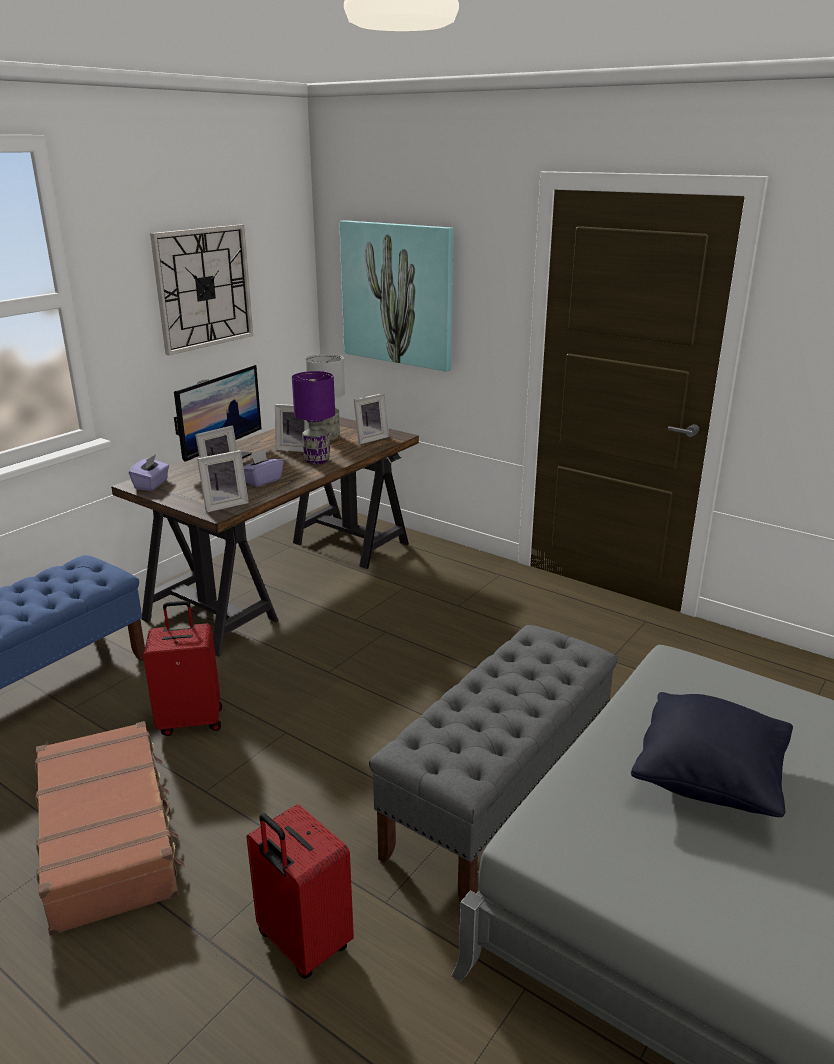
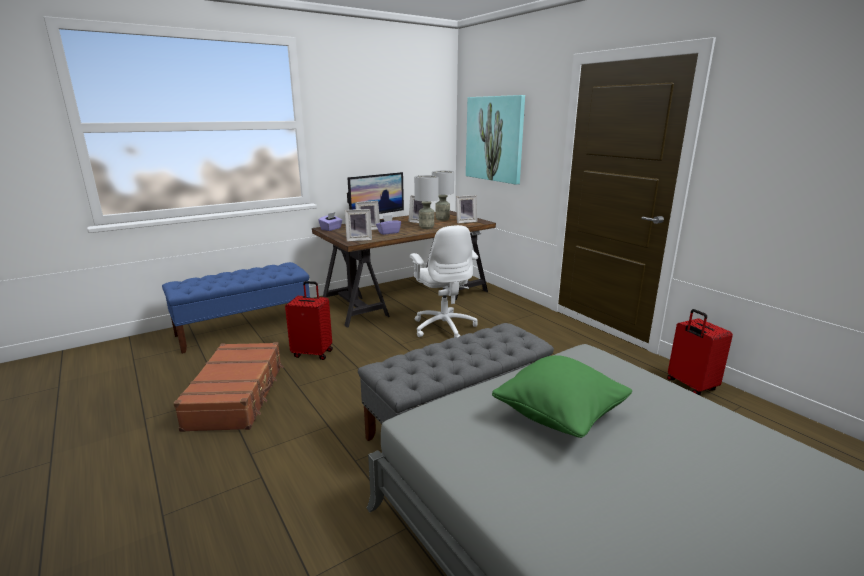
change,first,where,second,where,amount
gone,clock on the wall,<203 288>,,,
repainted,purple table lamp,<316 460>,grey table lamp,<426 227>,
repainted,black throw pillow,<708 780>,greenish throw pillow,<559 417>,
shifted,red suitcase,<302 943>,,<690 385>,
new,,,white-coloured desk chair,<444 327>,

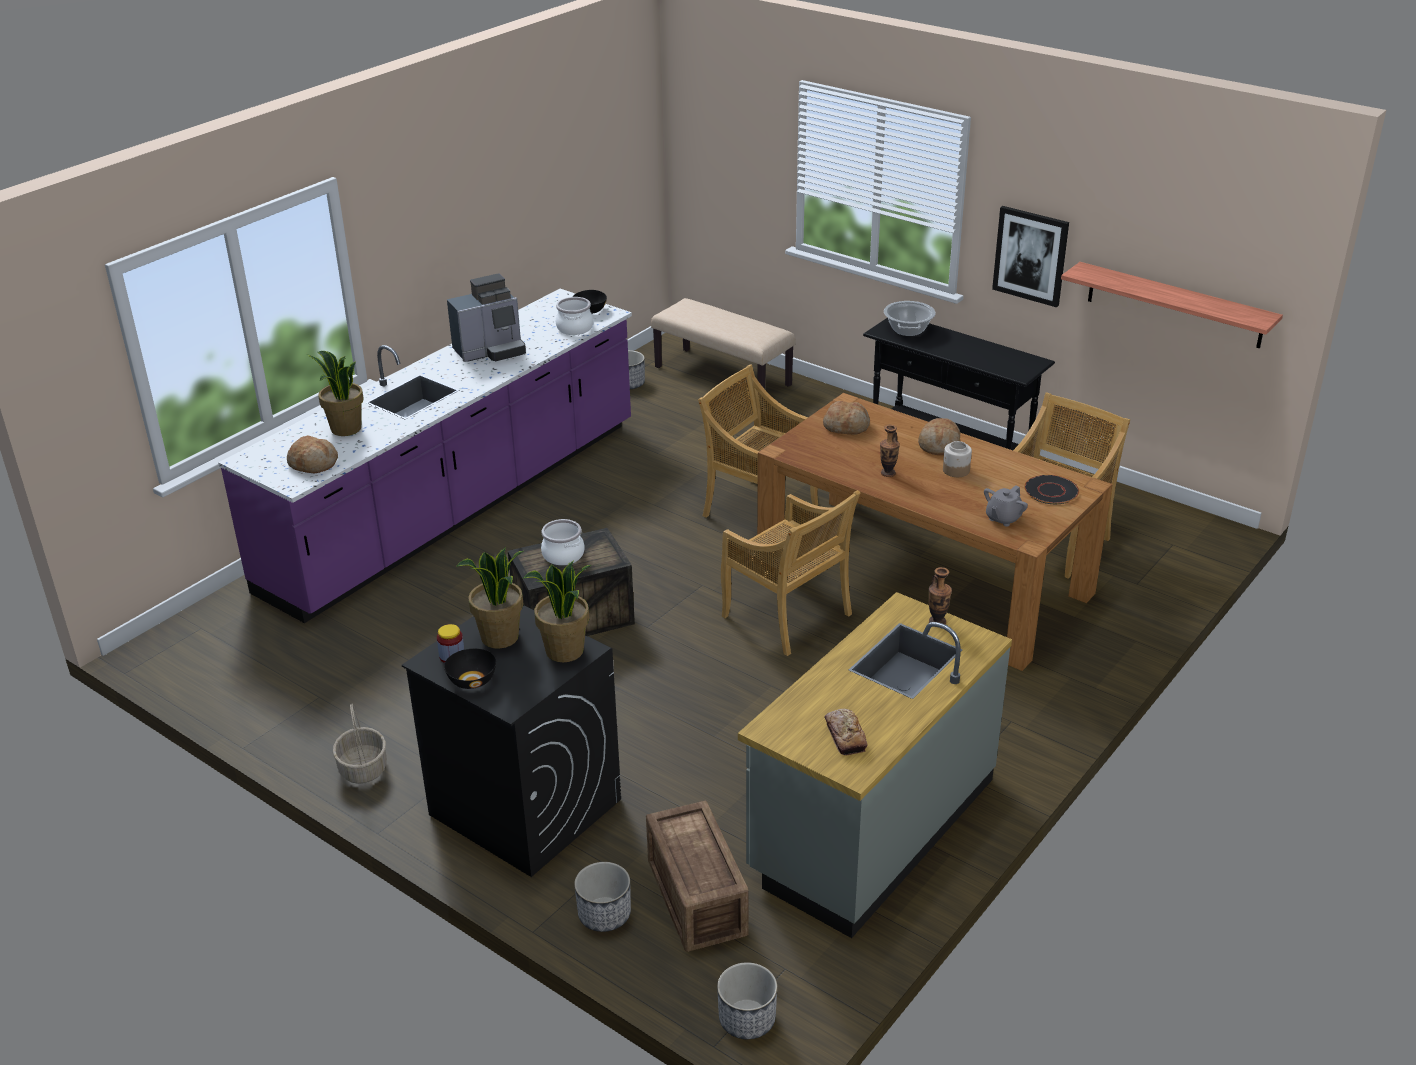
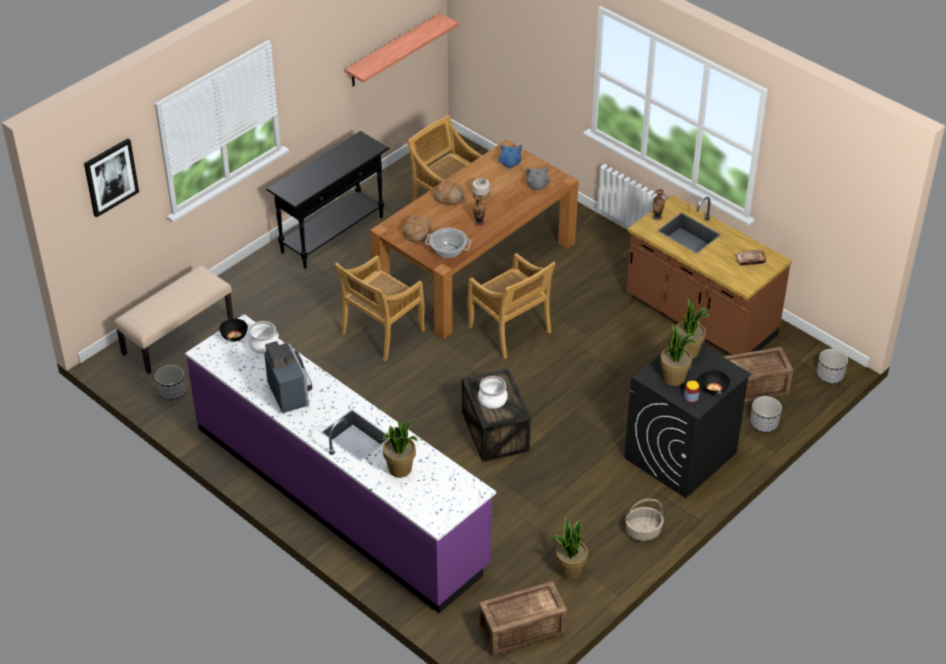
change,first,where,second,where,amount
shifted,picture,<1030 255>,,<110 177>,
shifted,stockpot,<908 330>,,<448 251>,
gone,bakery bread,<313 463>,,,
swapped,black flat dish,<1050 491>,blue-coloured pot for tea,<510 163>,
rotated,beige chair,<788 617>,,<510 331>,90 degrees clockwise
repainted,grey counter,<871 826>,brown counter,<700 318>,
new,,,potted plant,<570 570>,
new,,,packing crate,<520 629>,

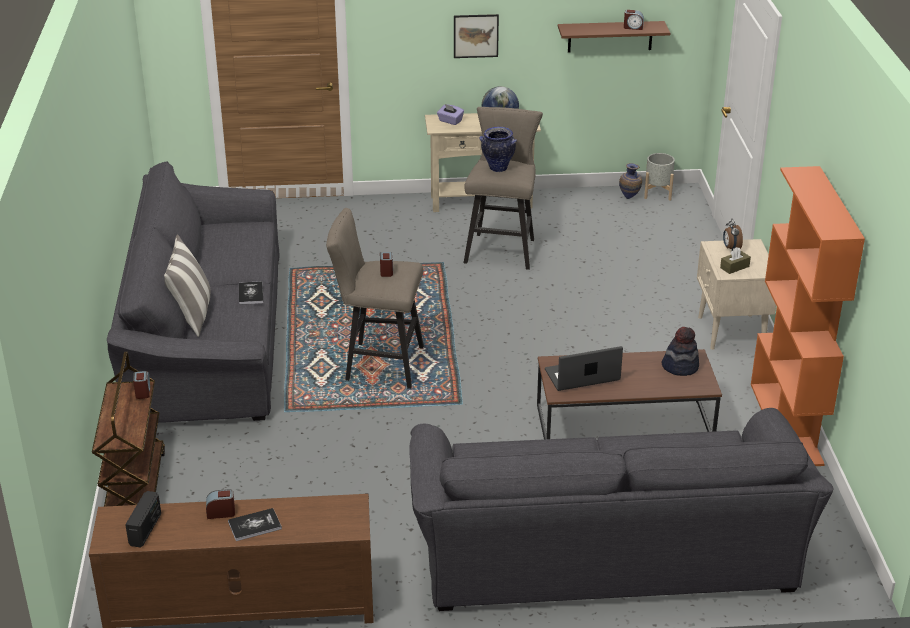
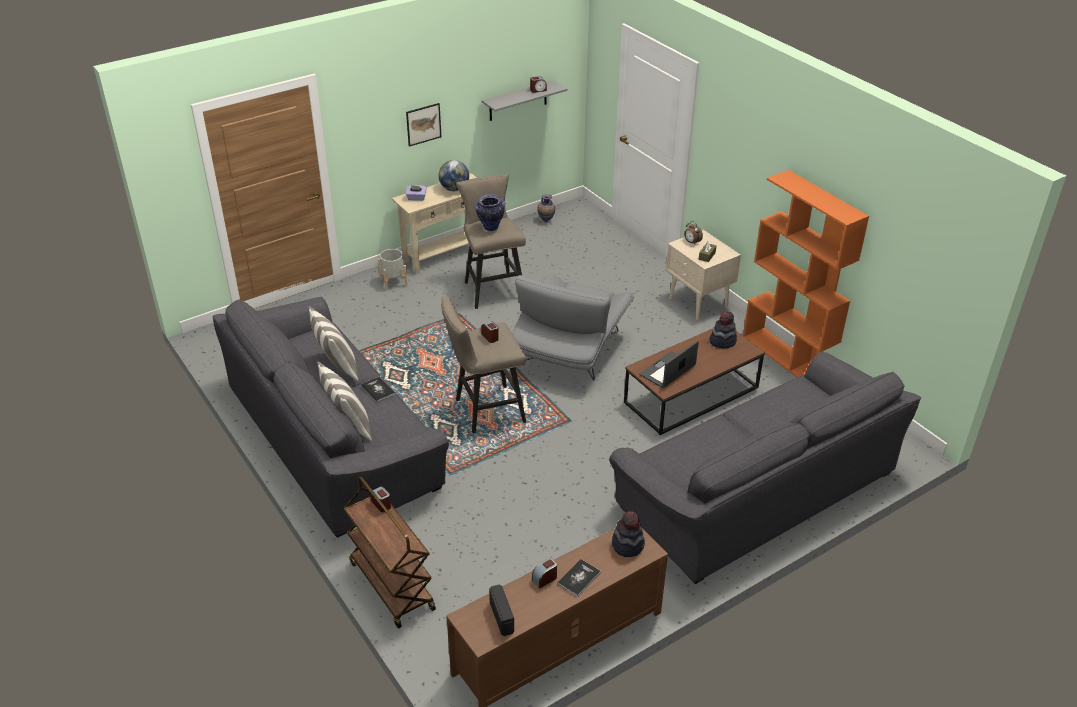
change,first,where,second,where,amount
repainted,brown wall shelf,<610 36>,grey wall shelf,<518 101>,
shifted,grey planter,<657 193>,,<393 282>,
new,,,grey easy chair,<570 352>,
new,,,throw pillow,<336 367>,
new,,,hat,<628 545>,

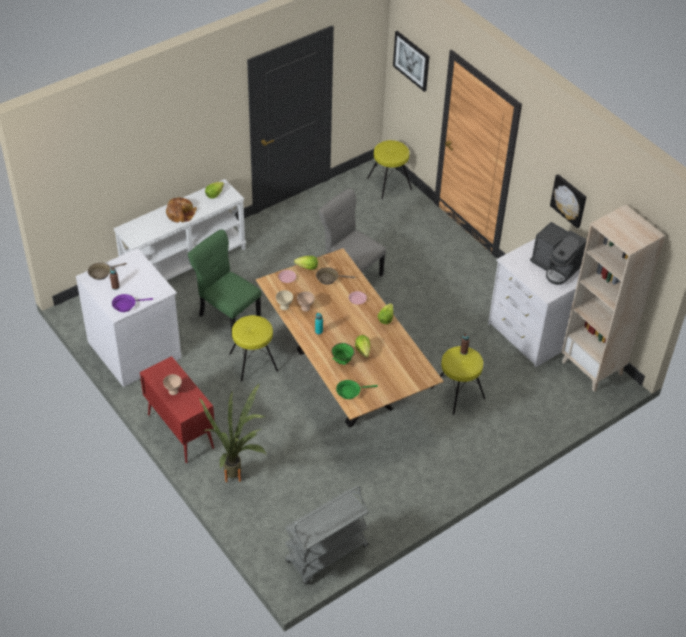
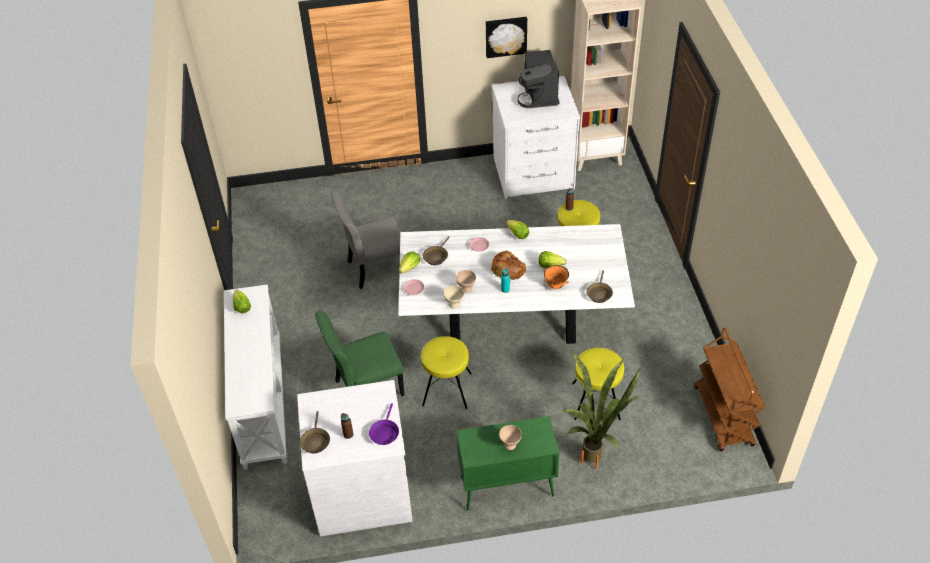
change,first,where,second,where,amount
gone,picture,<411 60>,,,
shifted,yellowish stool,<389 184>,,<595 401>,
shifted,bakery bread,<180 213>,,<508 269>,
rotated,coffee machine,<555 267>,,<539 95>,105 degrees clockwise
repainted,brown dining table,<344 379>,white-coloured dining table,<512 324>,
repainted,greenish deep dish,<342 361>,orange-coloured deep dish,<556 285>,
repainted,red storage cabinet,<180 431>,greenish storage cabinet,<506 487>,
repainted,greenish pan,<350 391>,brown pan,<599 293>,
repainted,grey wheeled cart,<326 555>,brown wheeled cart,<723 416>,

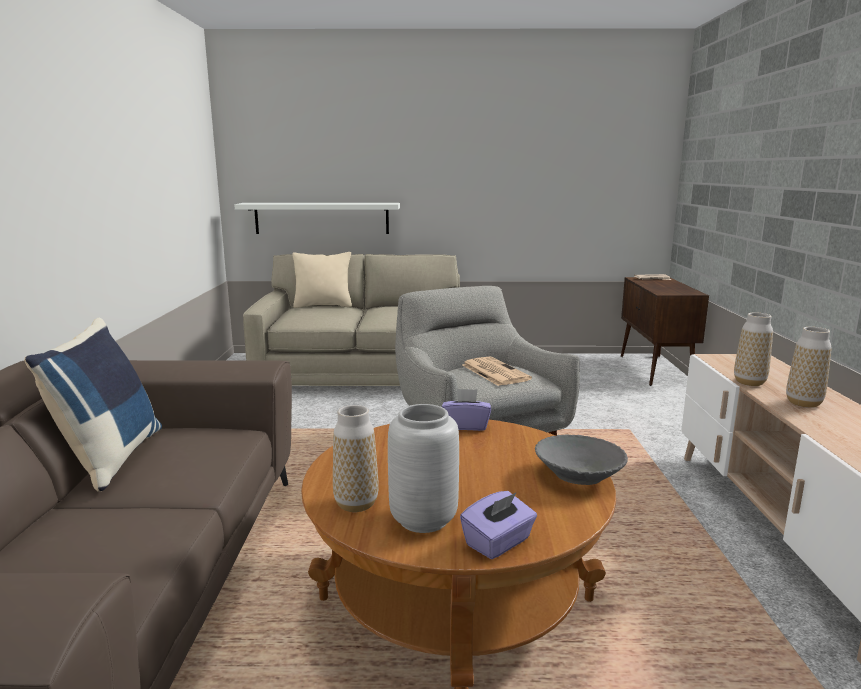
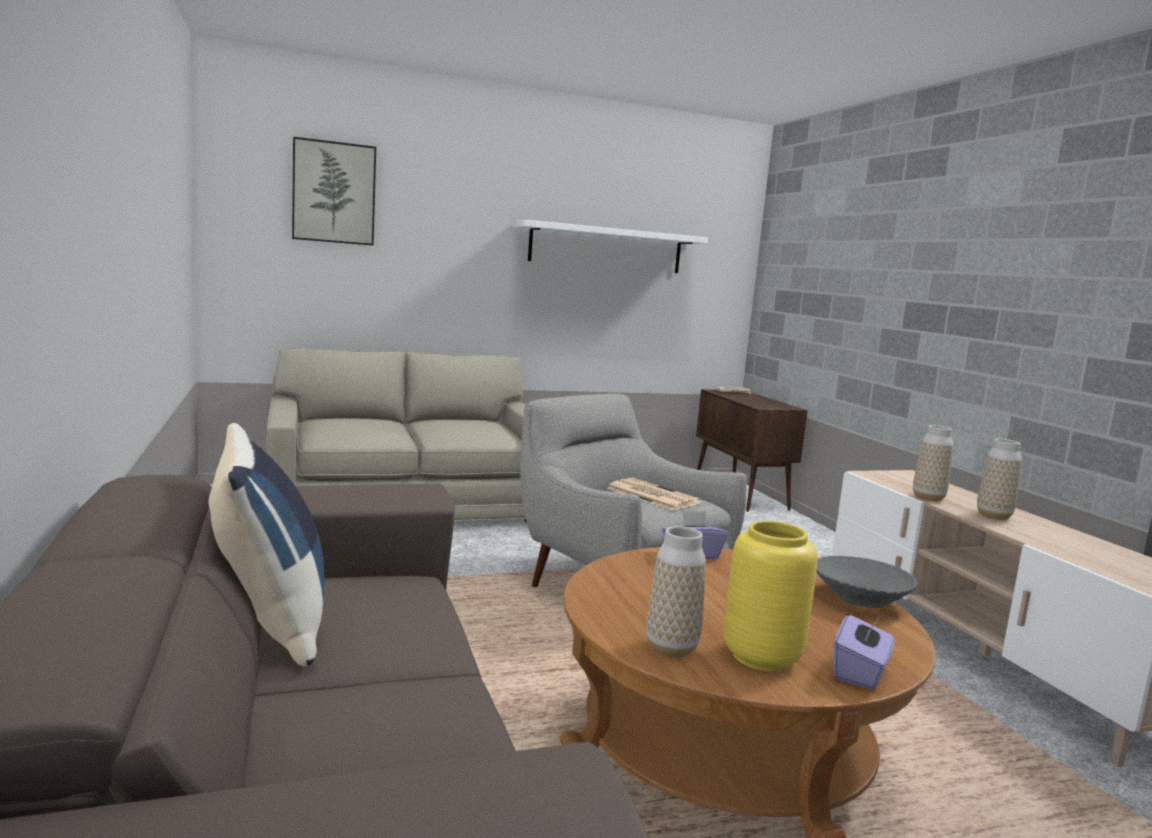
change,first,where,second,where,amount
shifted,white-coloured wall shelf,<321 218>,,<606 248>,
gone,beige throw pillow,<323 305>,,,
repainted,grey decorative vase,<422 520>,yellowish decorative vase,<761 658>,
new,,,picture,<334 192>,

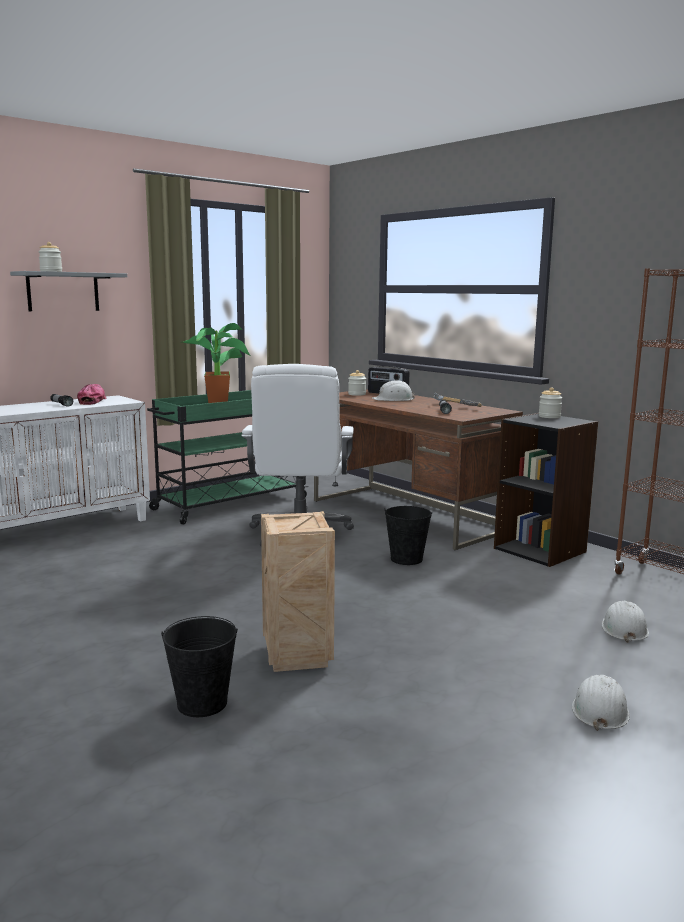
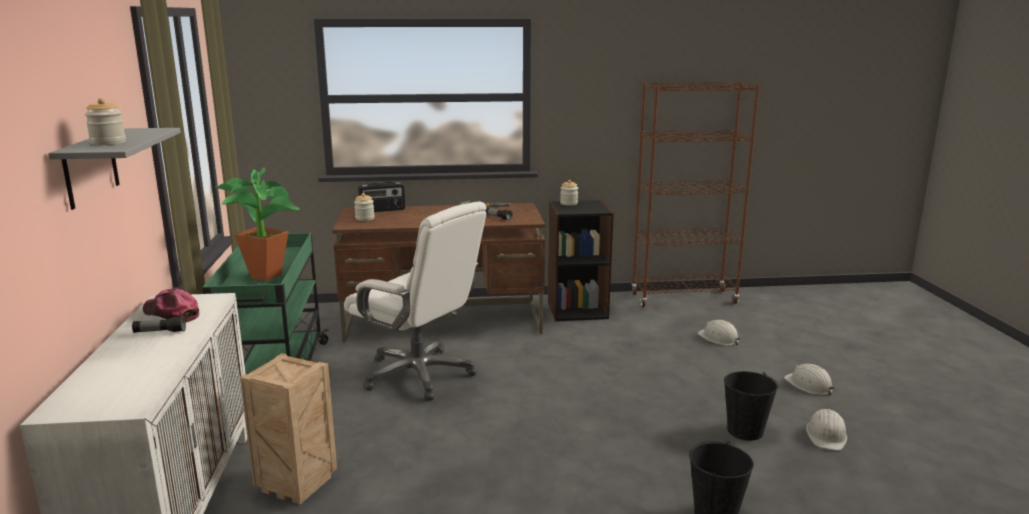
change,first,where,second,where,amount
shifted,white-coloured safety helmet,<393 399>,,<826 436>,
shifted,black bucket,<406 559>,,<744 430>,
shifted,packing crate,<298 657>,,<298 484>,

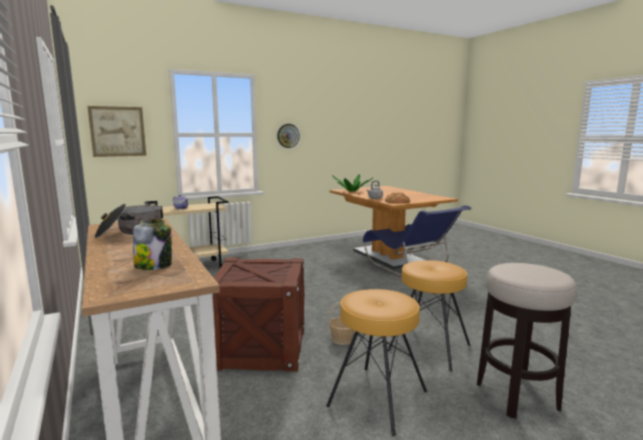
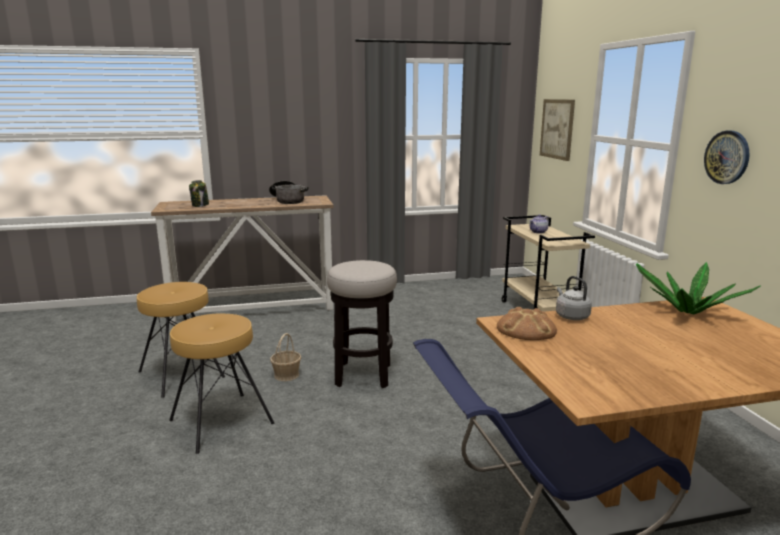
change,first,where,second,where,amount
gone,packing crate,<260 348>,,,
shifted,stool,<516 396>,,<363 375>,

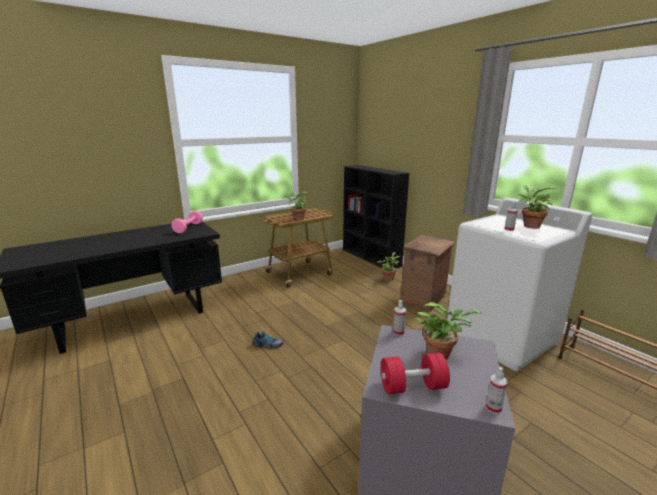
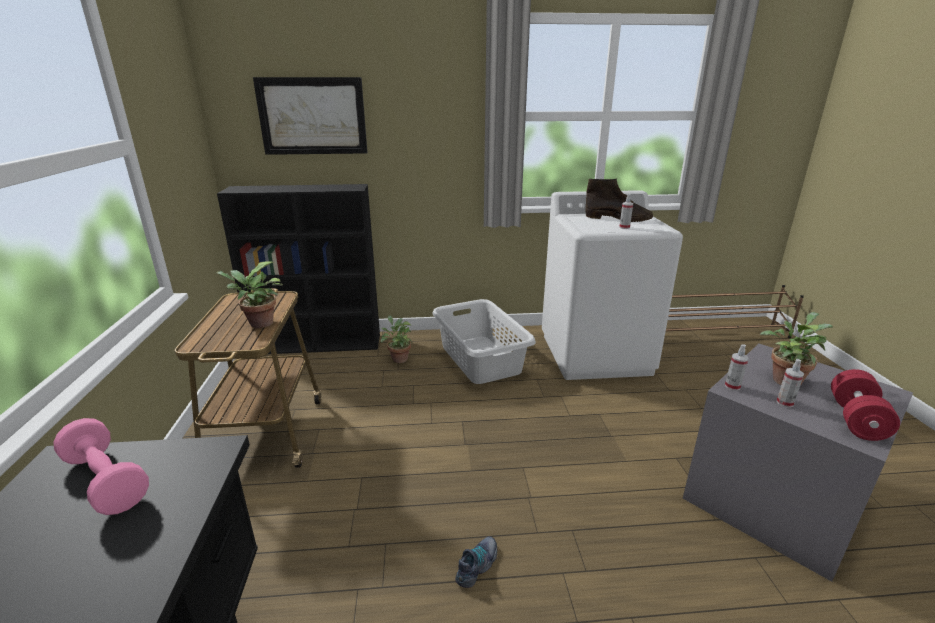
change,first,where,second,where,amount
swapped,potted plant,<529 226>,brown boot,<618 218>,
swapped,packing crate,<423 299>,grey laundry basket,<480 359>,
shifted,hand sprayer,<493 408>,,<785 403>,
new,,,picture,<312 116>,

